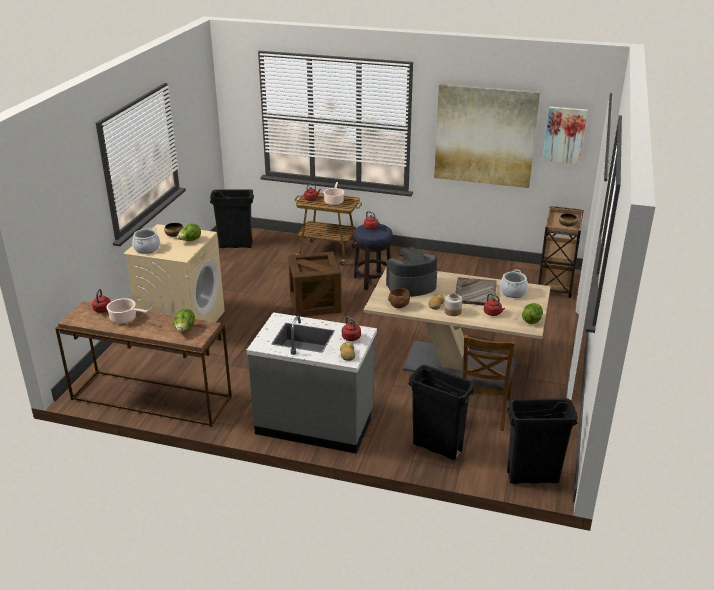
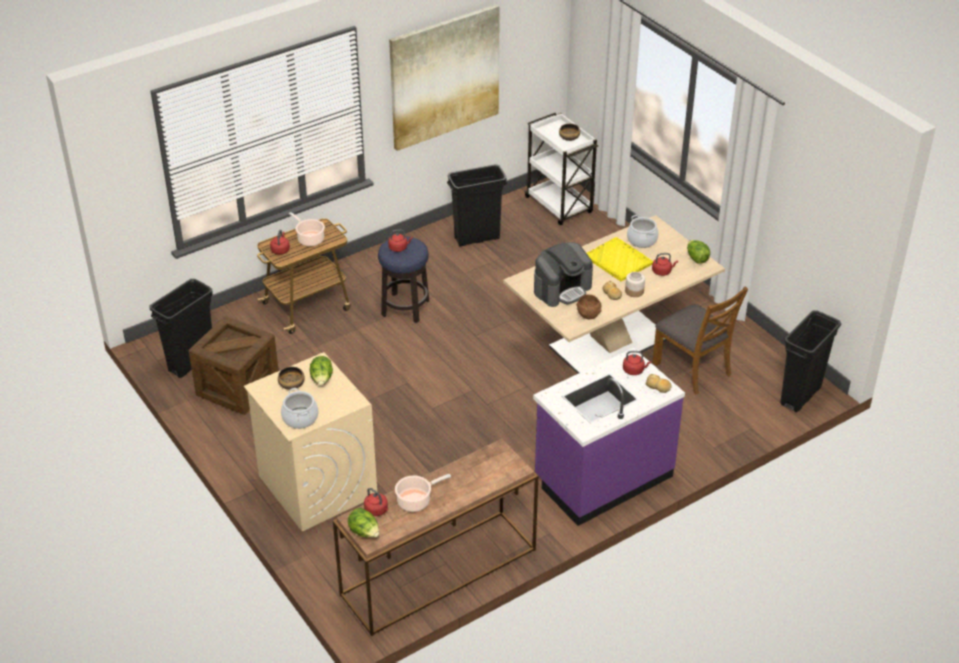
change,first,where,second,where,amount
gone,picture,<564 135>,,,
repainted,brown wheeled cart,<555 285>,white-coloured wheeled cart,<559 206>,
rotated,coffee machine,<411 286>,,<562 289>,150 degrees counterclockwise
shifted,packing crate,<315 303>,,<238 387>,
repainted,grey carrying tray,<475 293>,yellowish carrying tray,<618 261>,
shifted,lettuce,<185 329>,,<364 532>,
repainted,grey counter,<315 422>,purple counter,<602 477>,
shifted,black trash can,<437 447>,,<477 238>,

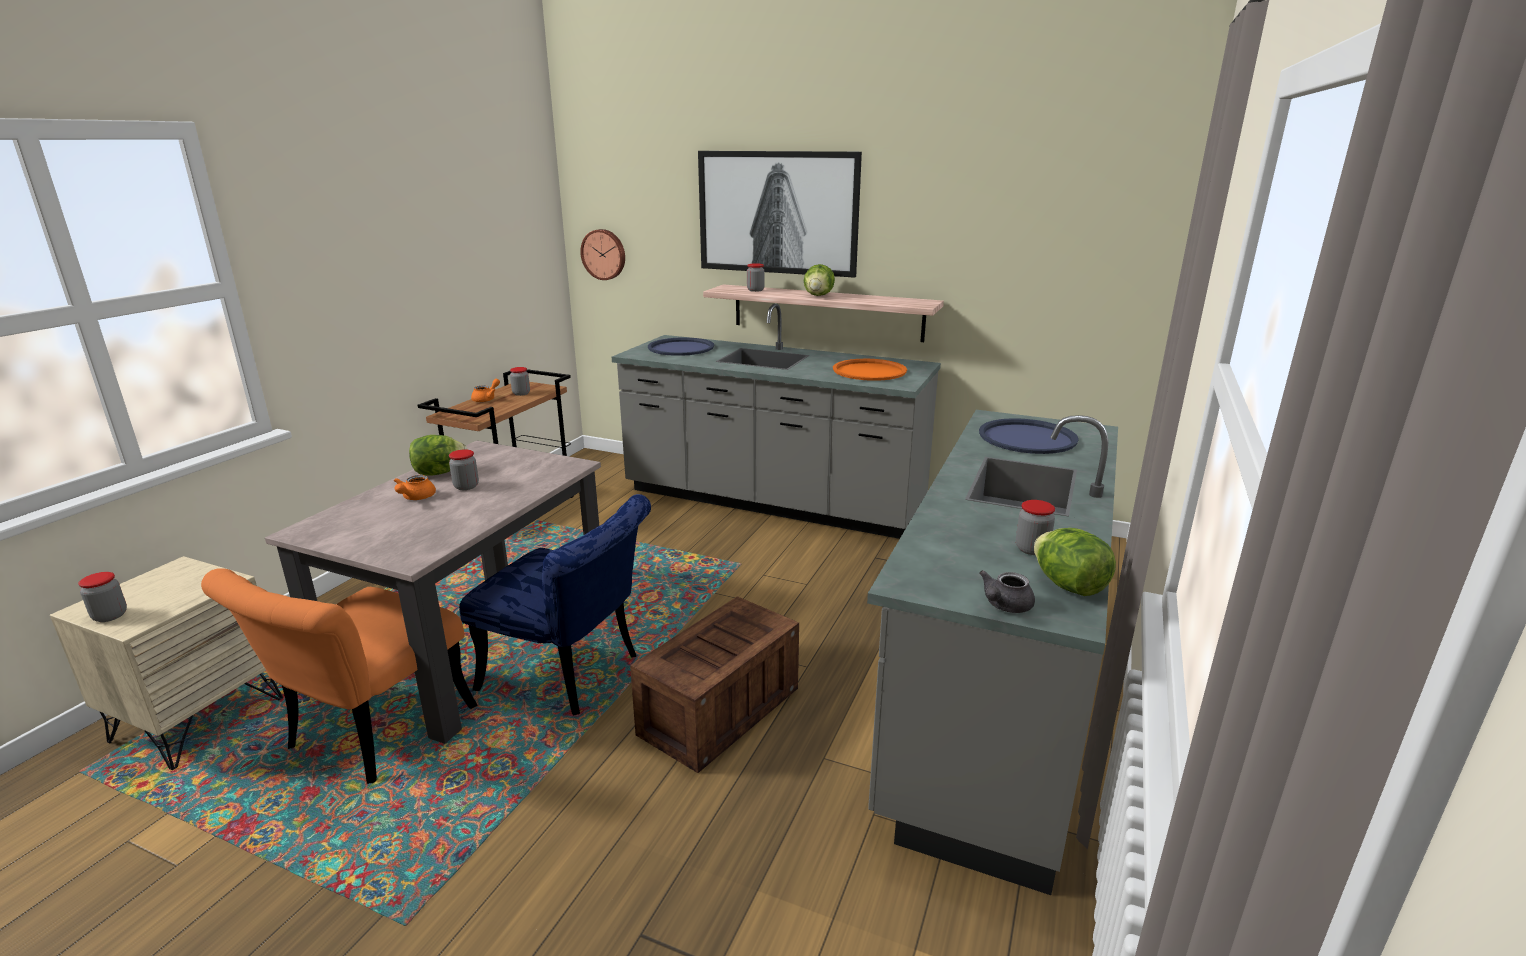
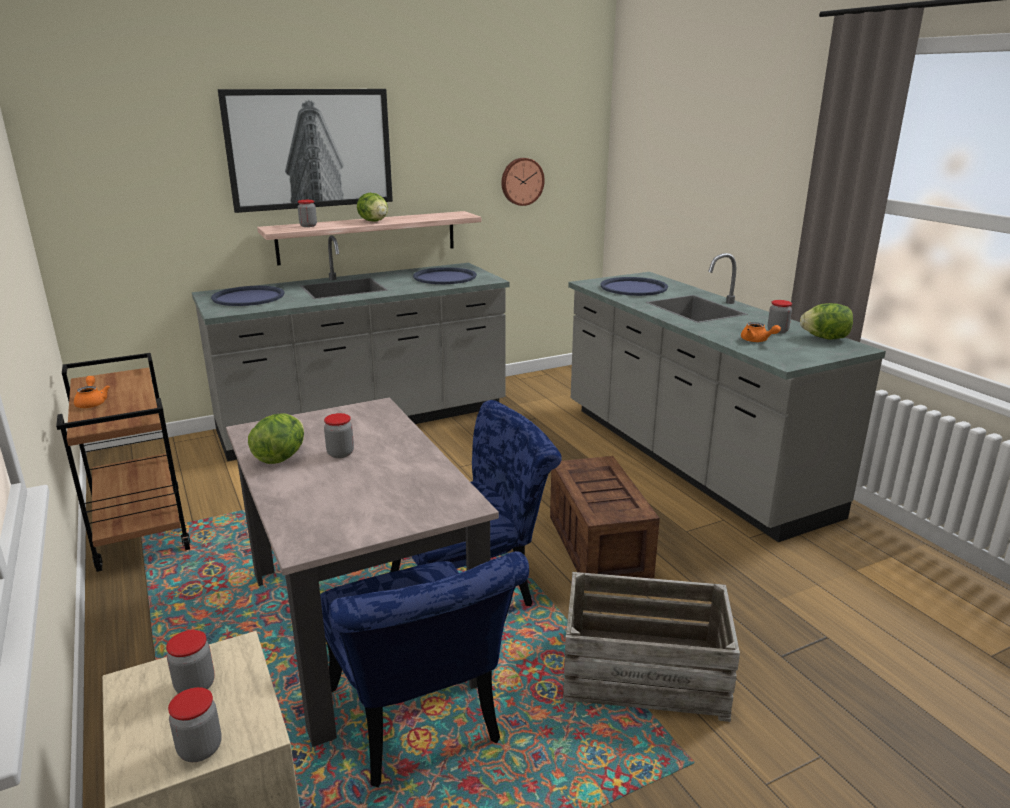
change,first,where,second,where,amount
shifted,clock on the wall,<604 254>,,<521 181>,
repainted,orange-coloured carrying tray,<869 371>,blue-coloured carrying tray,<444 277>,
shifted,preserve jar,<521 393>,,<195 686>,
shifted,orange-coloured pot for tea,<415 498>,,<757 341>,
repainted,orange-coloured chair,<368 734>,blue-coloured chair,<418 726>,
gone,grey pot for tea,<1004 606>,,,
new,,,packing crate,<644 672>,

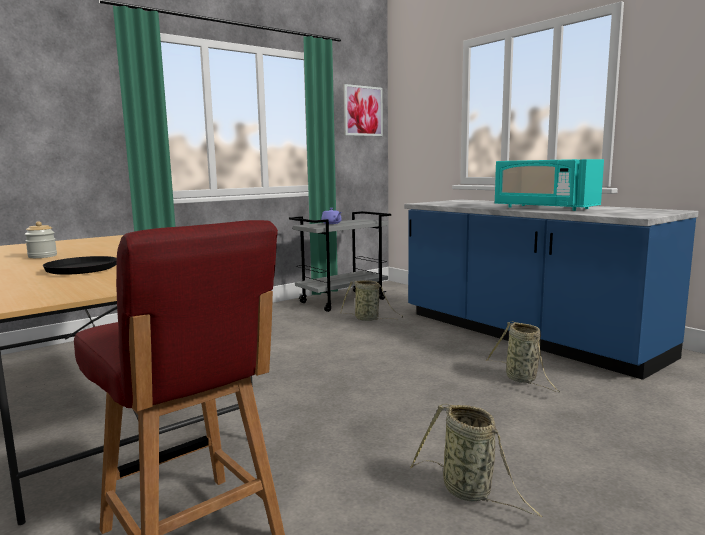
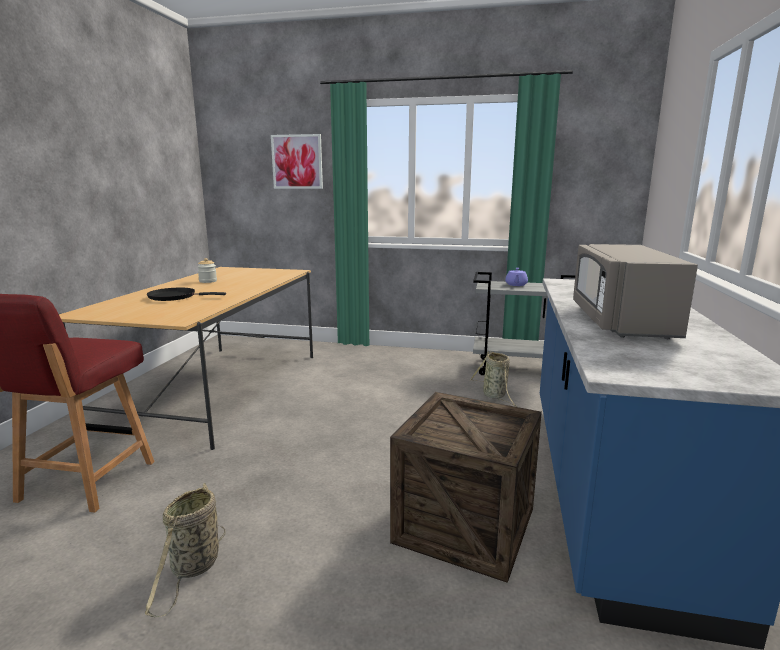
change,first,where,second,where,amount
shifted,picture,<363 111>,,<297 162>,
repainted,turquoise-coloured microwave,<543 208>,grey microwave,<620 322>,
swapped,basket,<523 379>,packing crate,<465 525>,

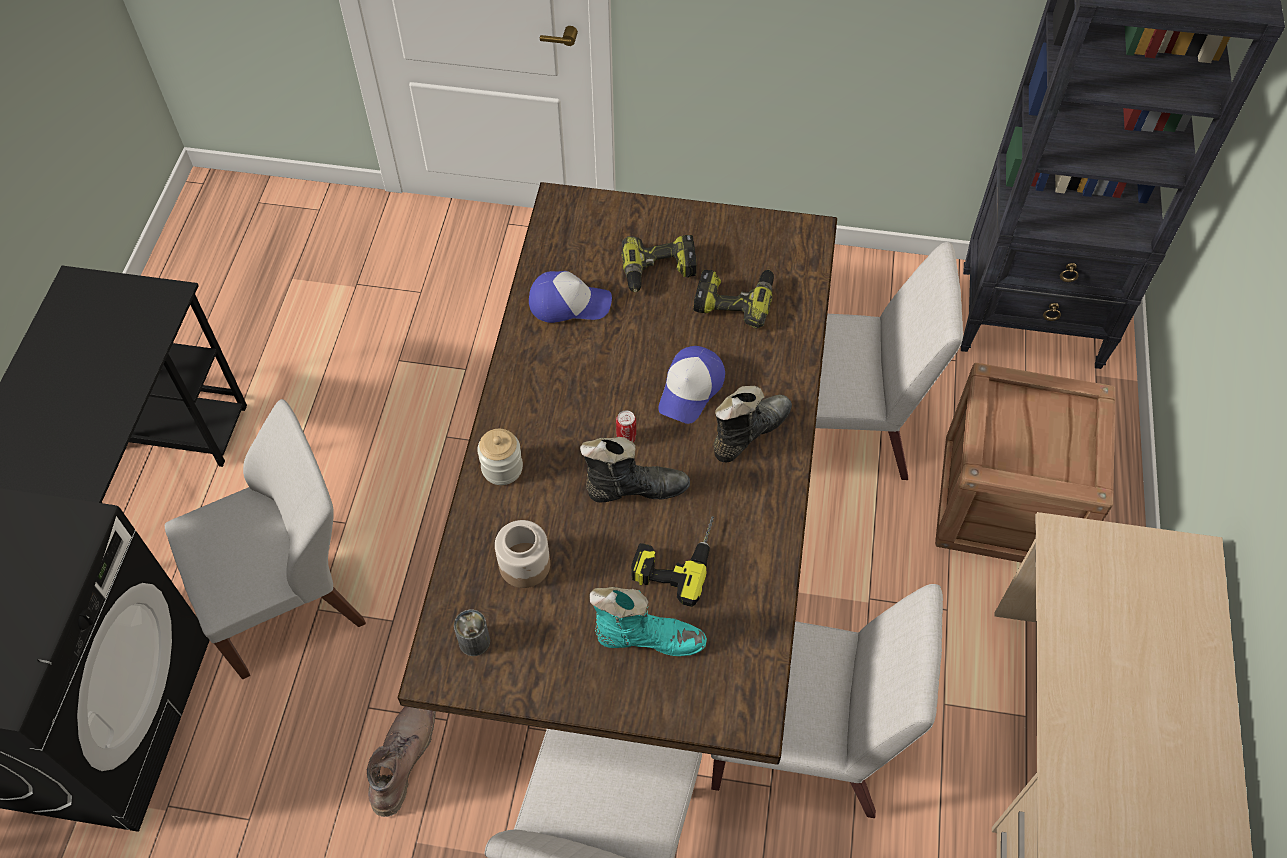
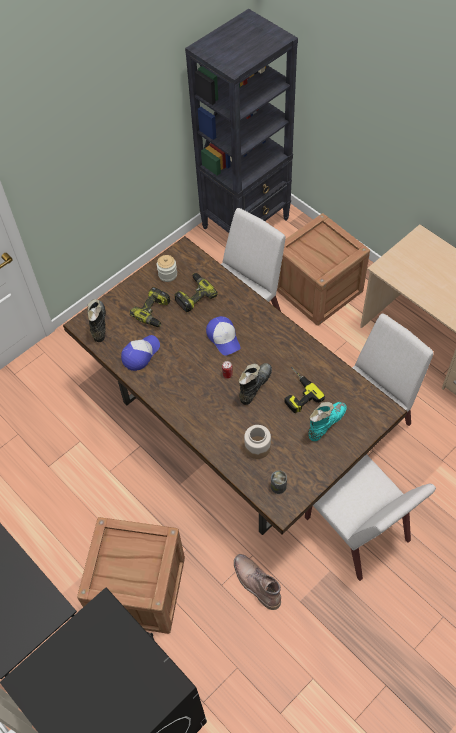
change,first,where,second,where,amount
shifted,black boot,<749 433>,,<98 324>,
swapped,white-coloured chair,<290 599>,packing crate,<139 588>,
shifted,preserve jar,<502 468>,,<167 275>,

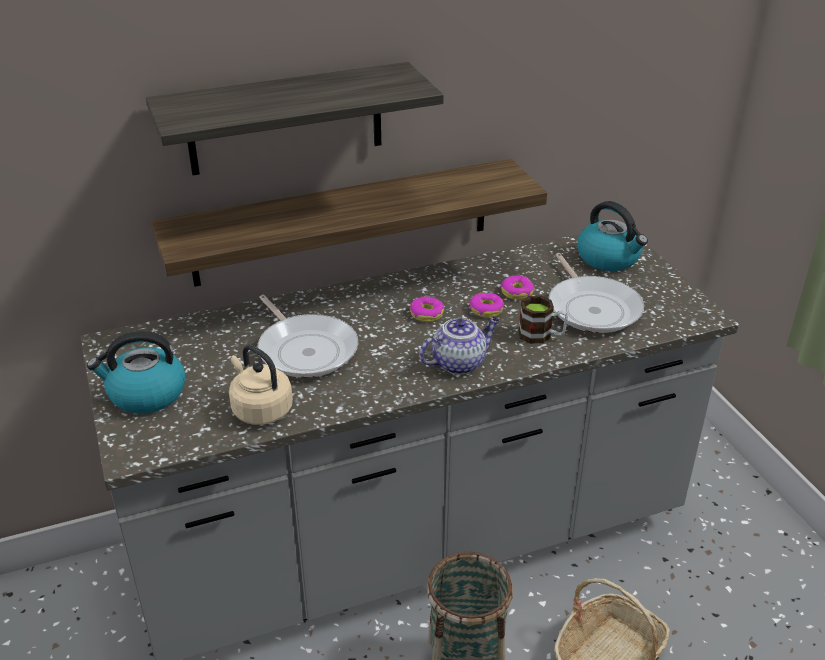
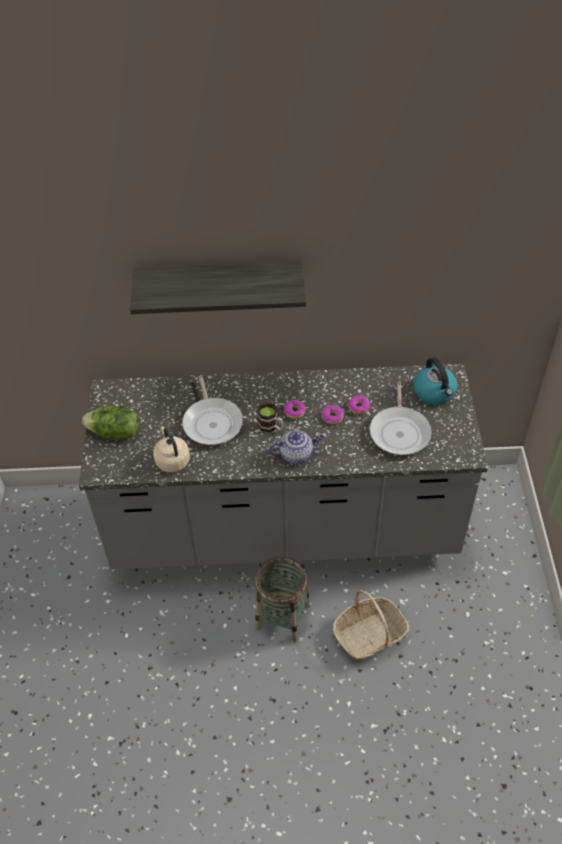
change,first,where,second,where,amount
gone,wall shelf,<343 222>,,,
shifted,coffee mug,<541 336>,,<271 426>,
swapped,water kettle,<146 394>,lettuce,<115 433>,

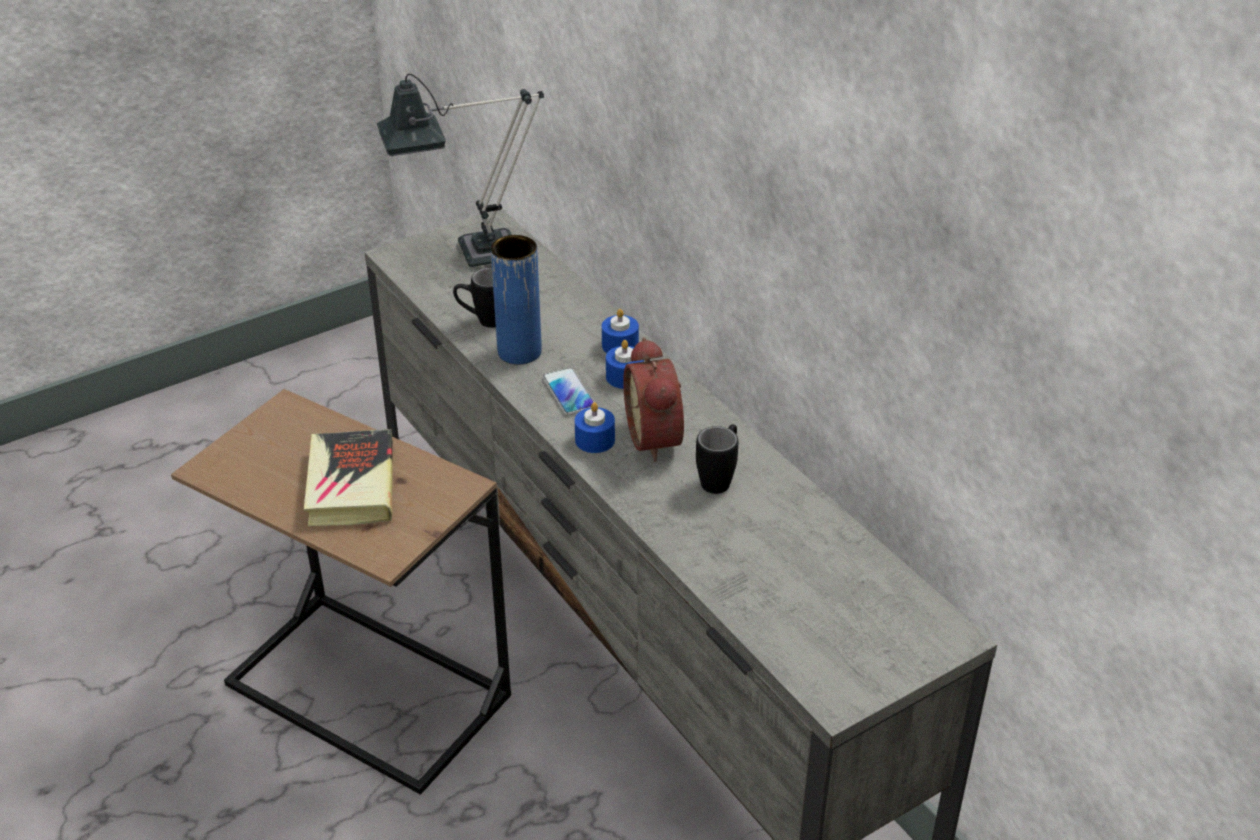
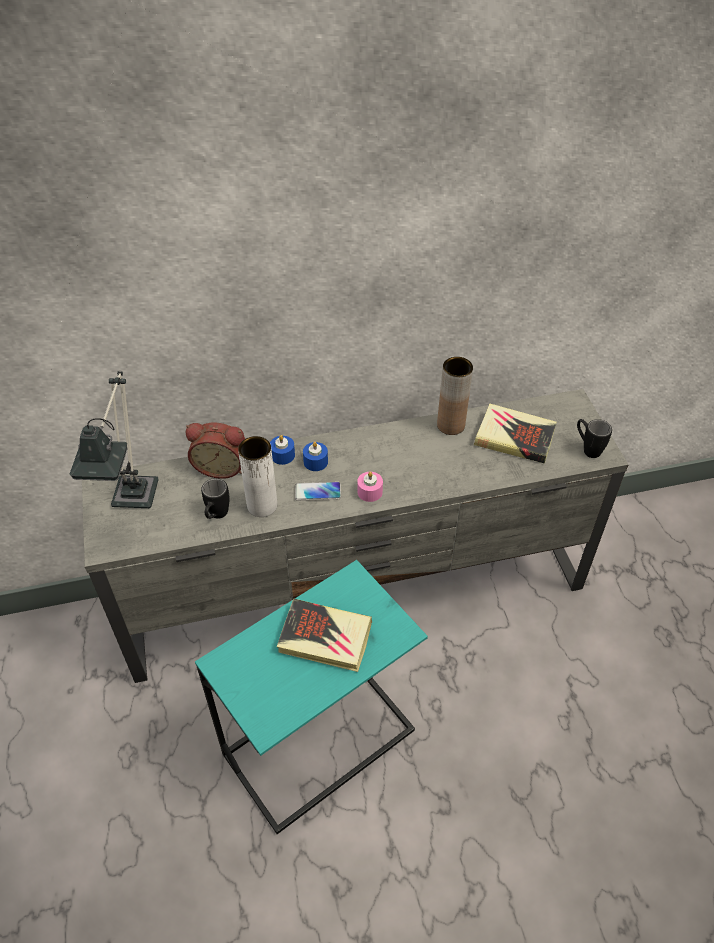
change,first,where,second,where,amount
repainted,blue-coloured decorative vase,<519 352>,white-coloured decorative vase,<262 505>,
shifted,bedside clock,<658 438>,,<222 466>,
repainted,brown end table,<368 690>,turquoise-coloured end table,<319 741>,
repainted,blue-coloured wax candle,<595 440>,pinkish wax candle,<369 492>,
shifted,black coffee mug,<719 478>,,<587 448>,
new,,,brown decorative vase,<450 425>,
new,,,book,<514 438>,

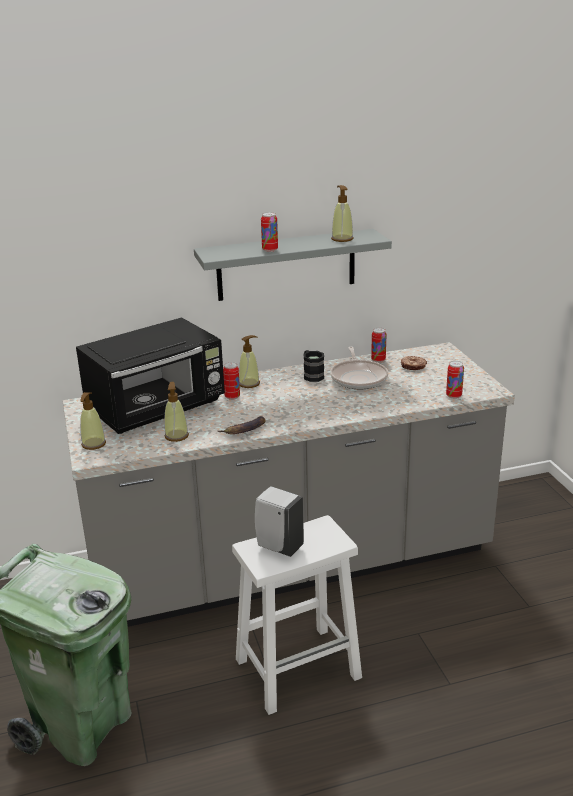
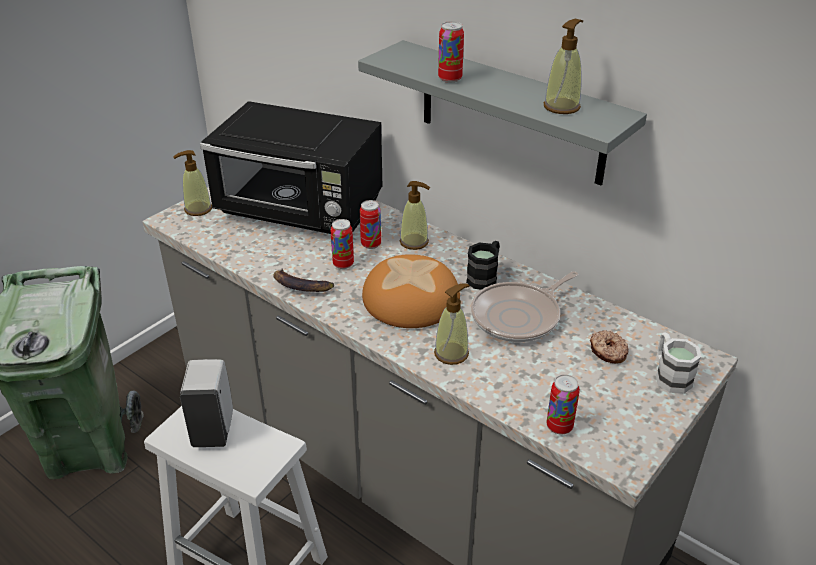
change,first,where,second,where,amount
shifted,metal can,<378 360>,,<343 264>,
shifted,soap dispenser,<176 436>,,<451 353>,
new,,,bakery bread,<411 299>,
new,,,white-coloured coffee mug,<669 375>,

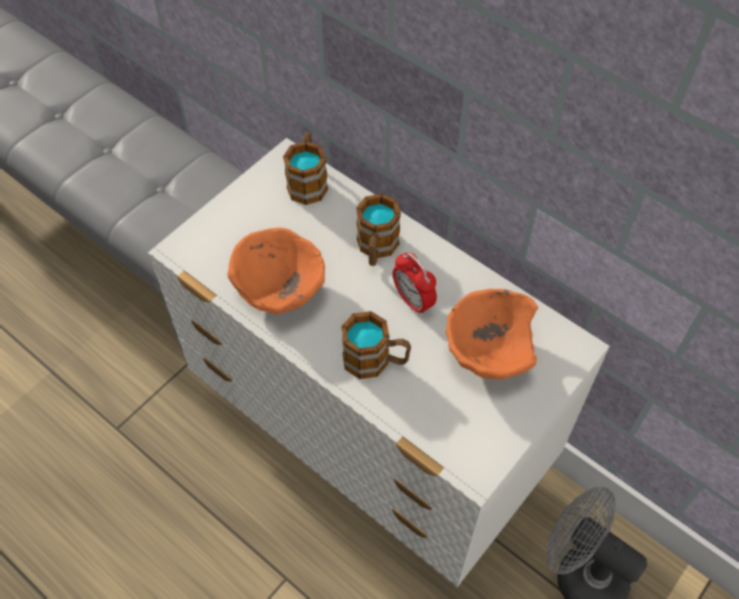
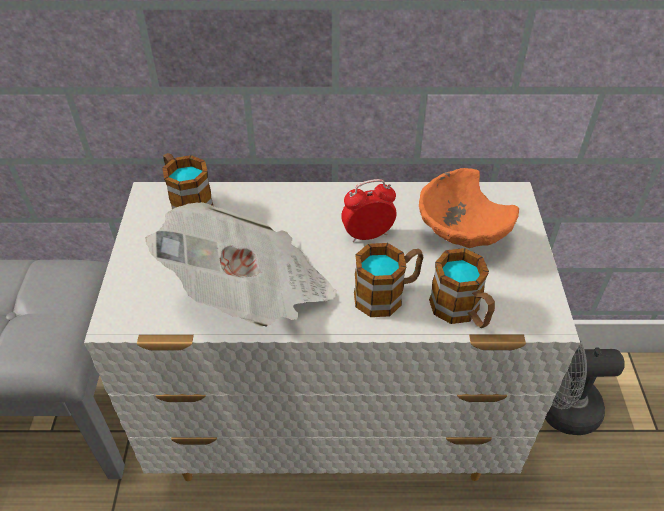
change,first,where,second,where,amount
shifted,coffee mug,<376 249>,,<461 312>,
swapped,orange-coloured deep dish,<282 290>,printed paper,<252 292>,
rotated,bedside clock,<413 301>,,<368 235>,150 degrees clockwise

